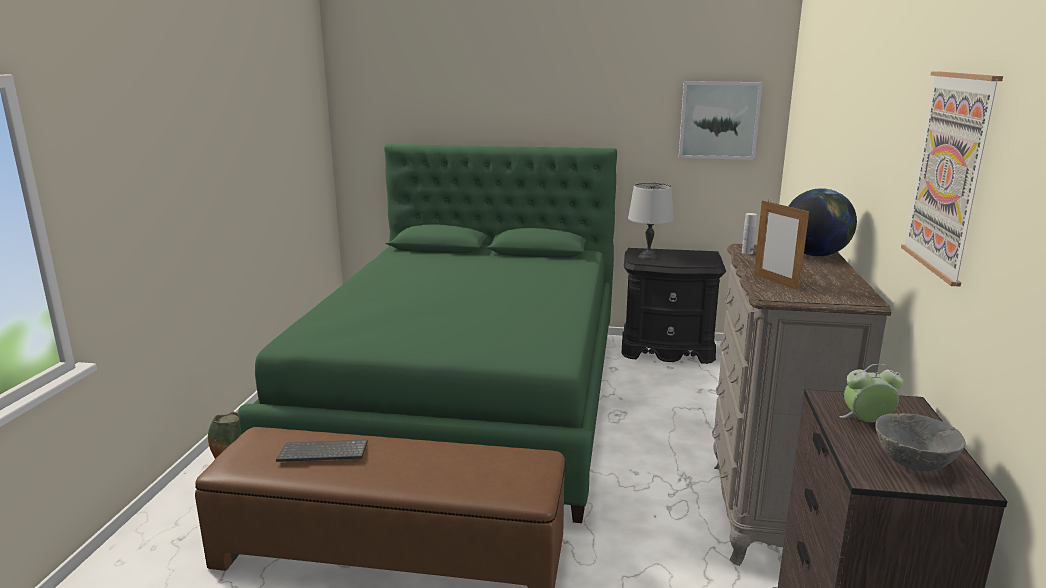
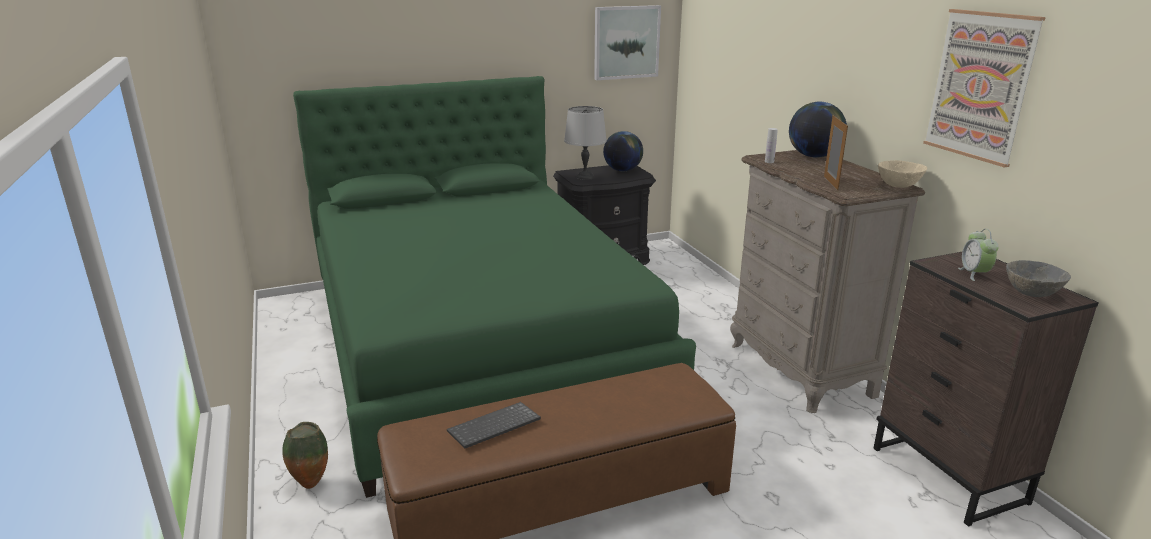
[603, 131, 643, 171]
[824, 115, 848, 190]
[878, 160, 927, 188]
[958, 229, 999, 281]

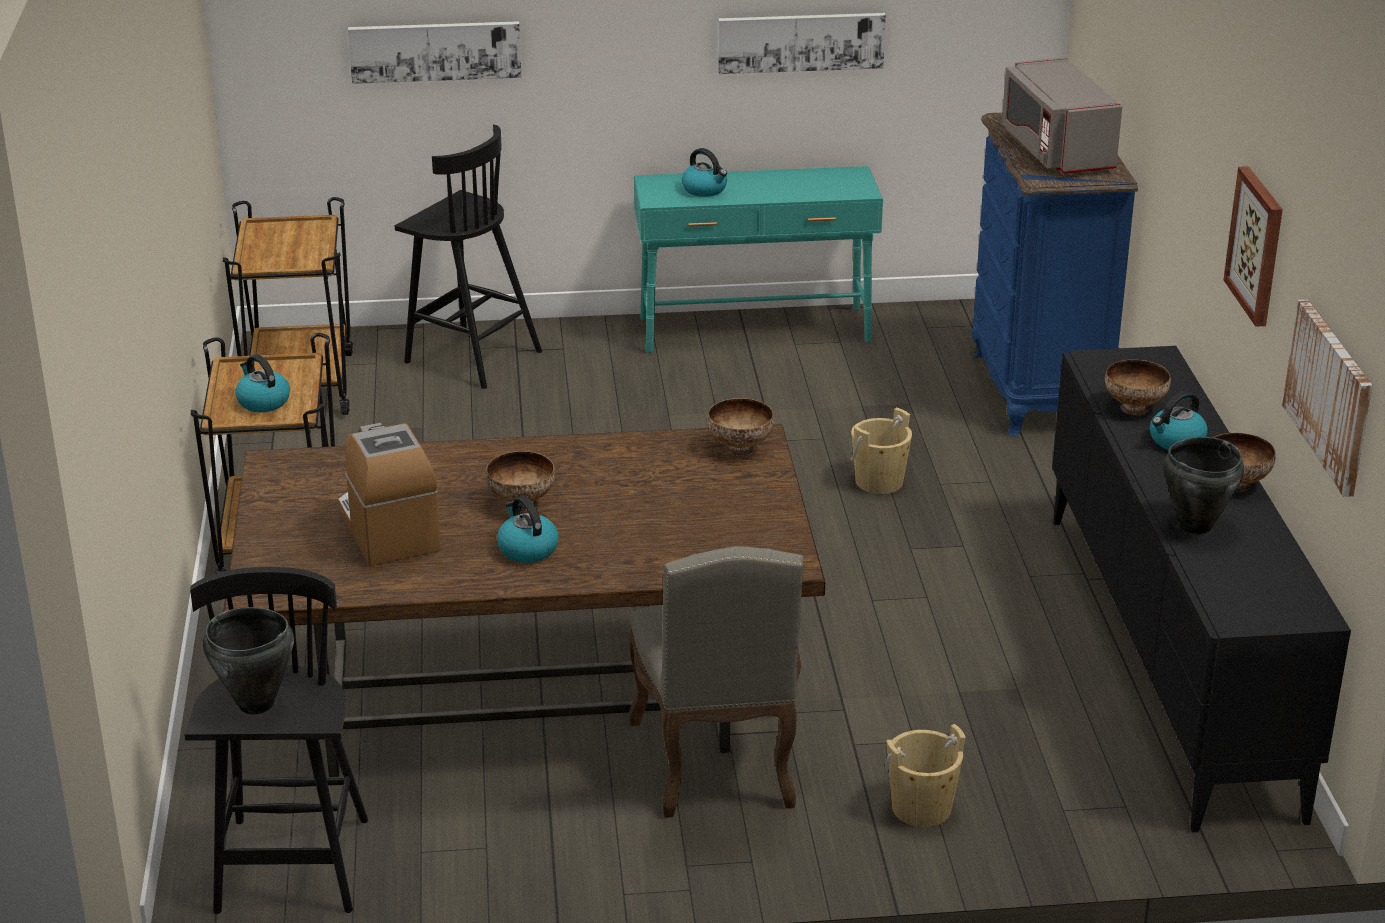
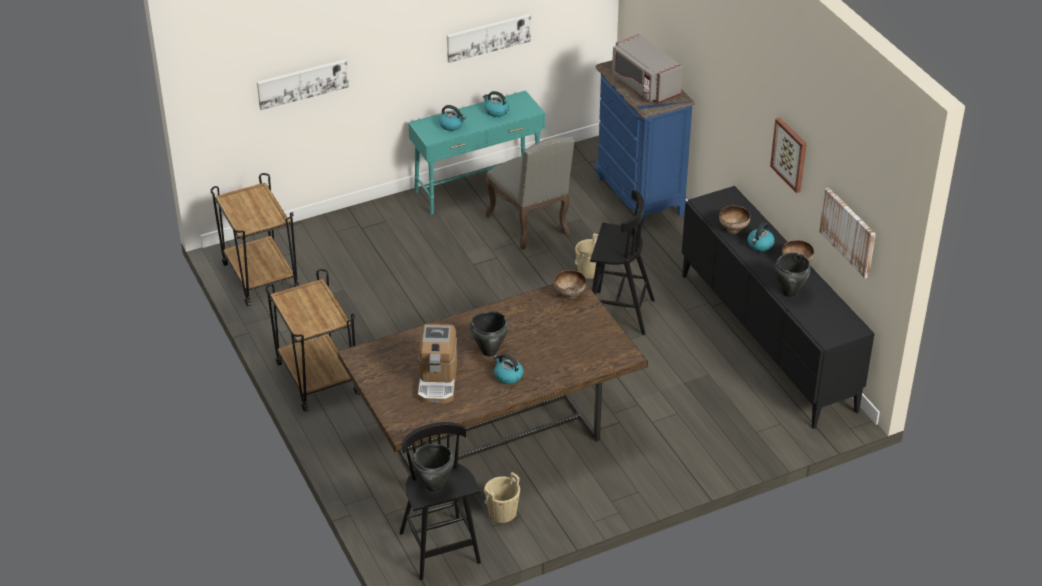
[418, 324, 457, 404]
[470, 311, 509, 356]
[483, 91, 509, 117]
[484, 472, 520, 523]
[486, 137, 575, 250]
[590, 190, 655, 335]

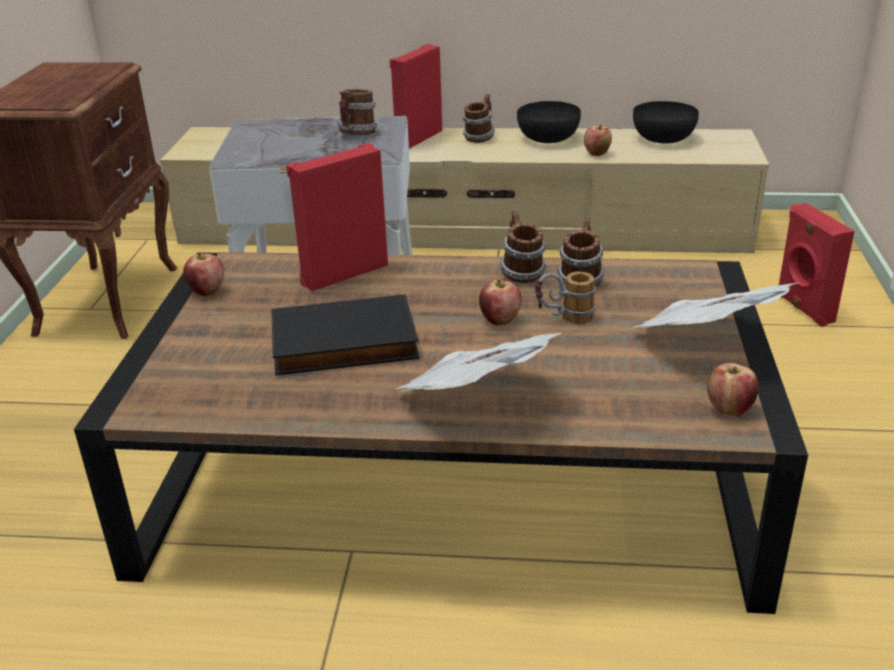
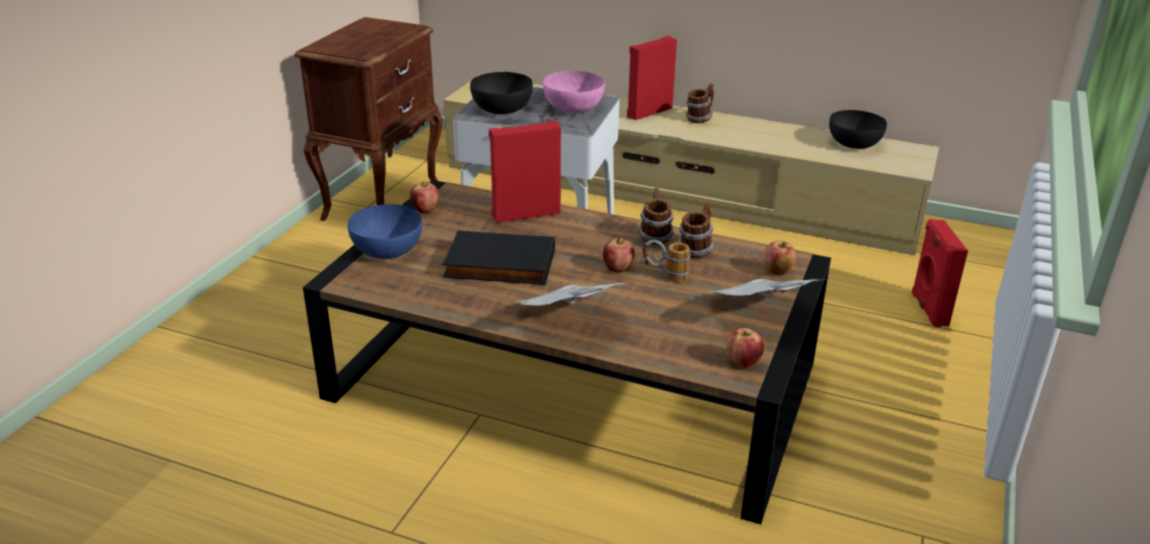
[348, 204, 422, 259]
[470, 72, 533, 114]
[543, 71, 605, 113]
[764, 241, 796, 275]

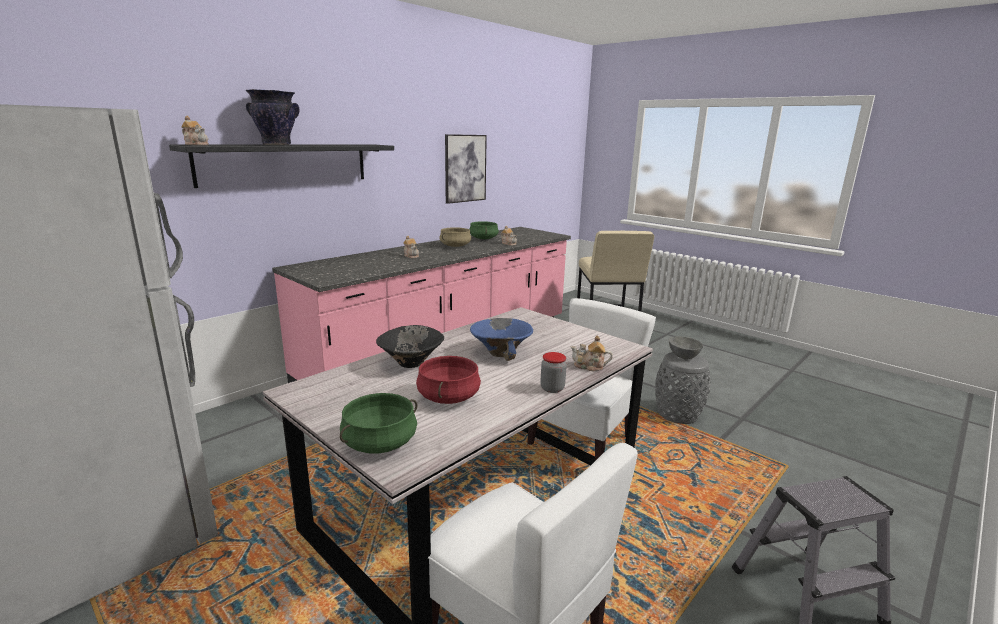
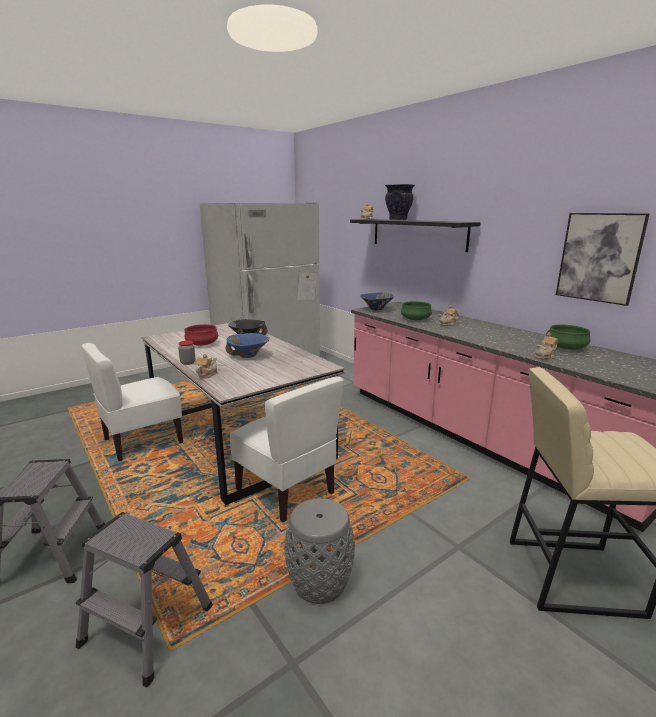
[75, 512, 213, 687]
[360, 292, 394, 310]
[401, 301, 432, 320]
[439, 227, 471, 247] (first image)
[669, 336, 703, 359] (first image)

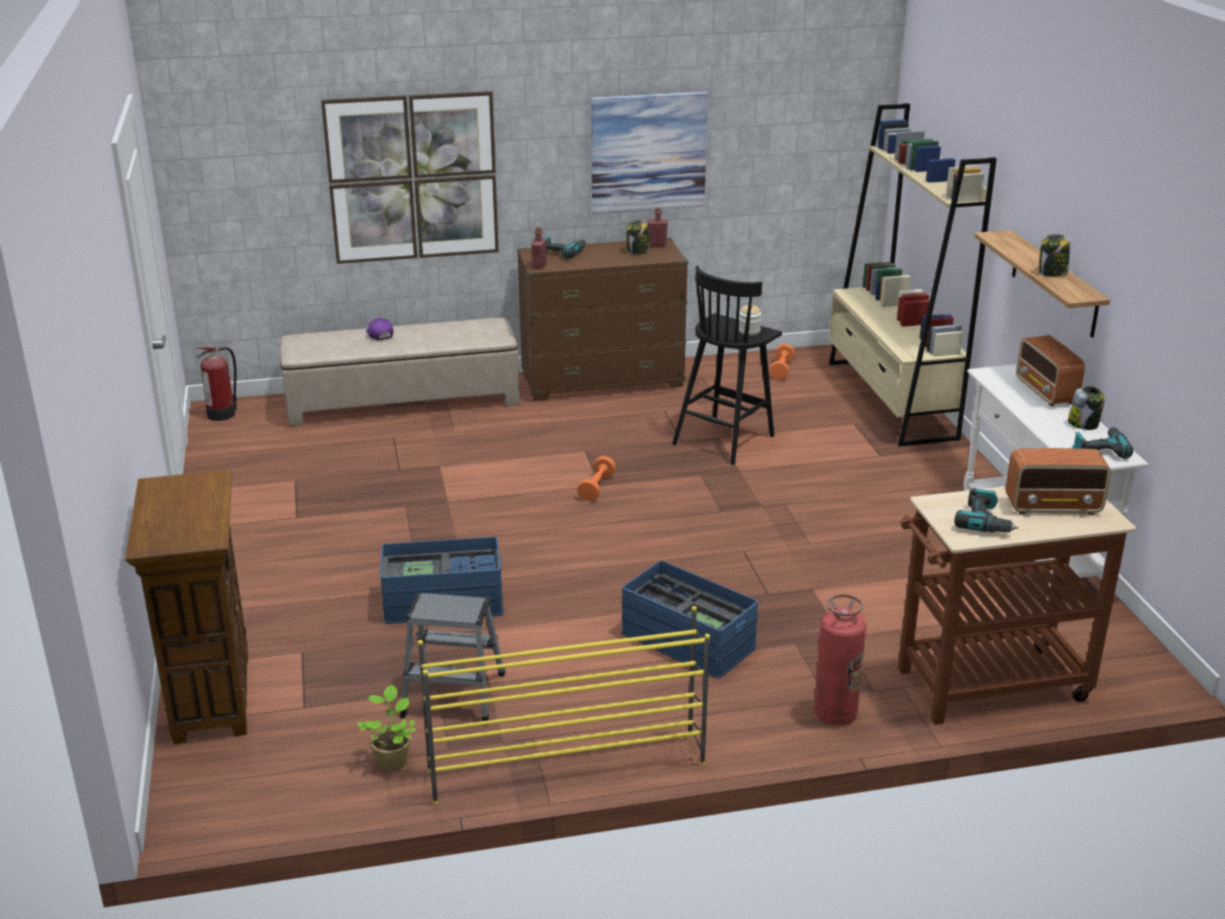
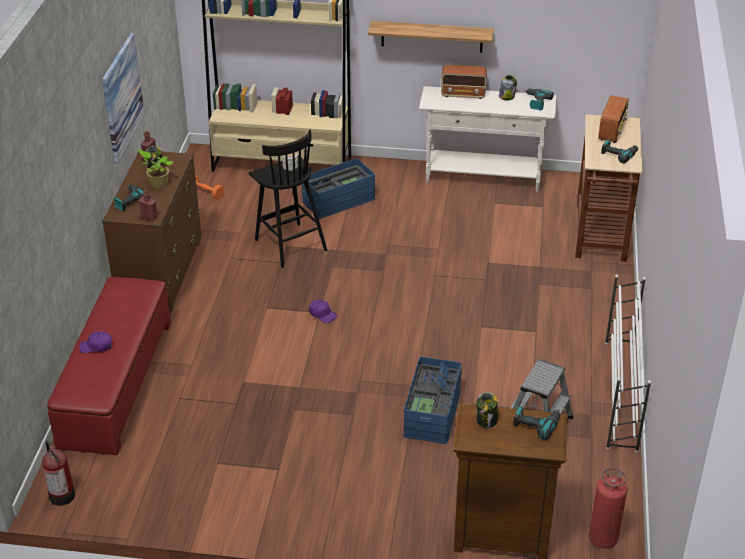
[47, 277, 171, 455]
[138, 149, 173, 189]
[301, 158, 375, 219]
[309, 300, 337, 323]
[476, 392, 498, 428]
[513, 406, 561, 440]
[588, 468, 628, 548]
[605, 275, 651, 452]
[321, 91, 499, 264] (first image)

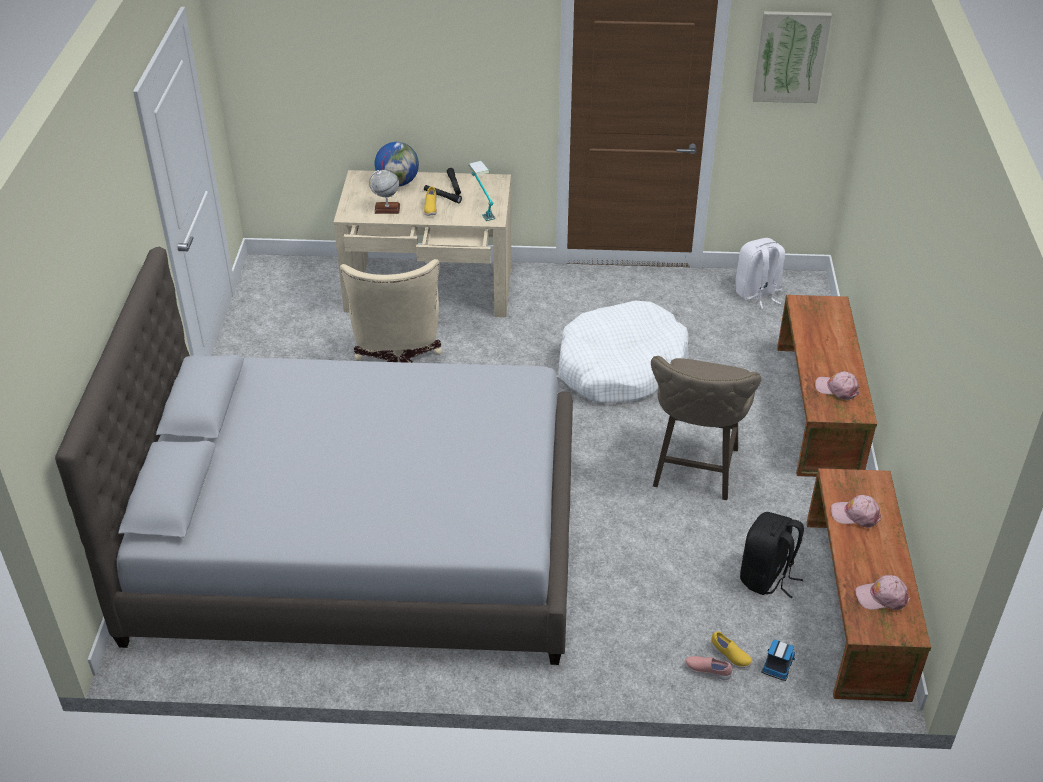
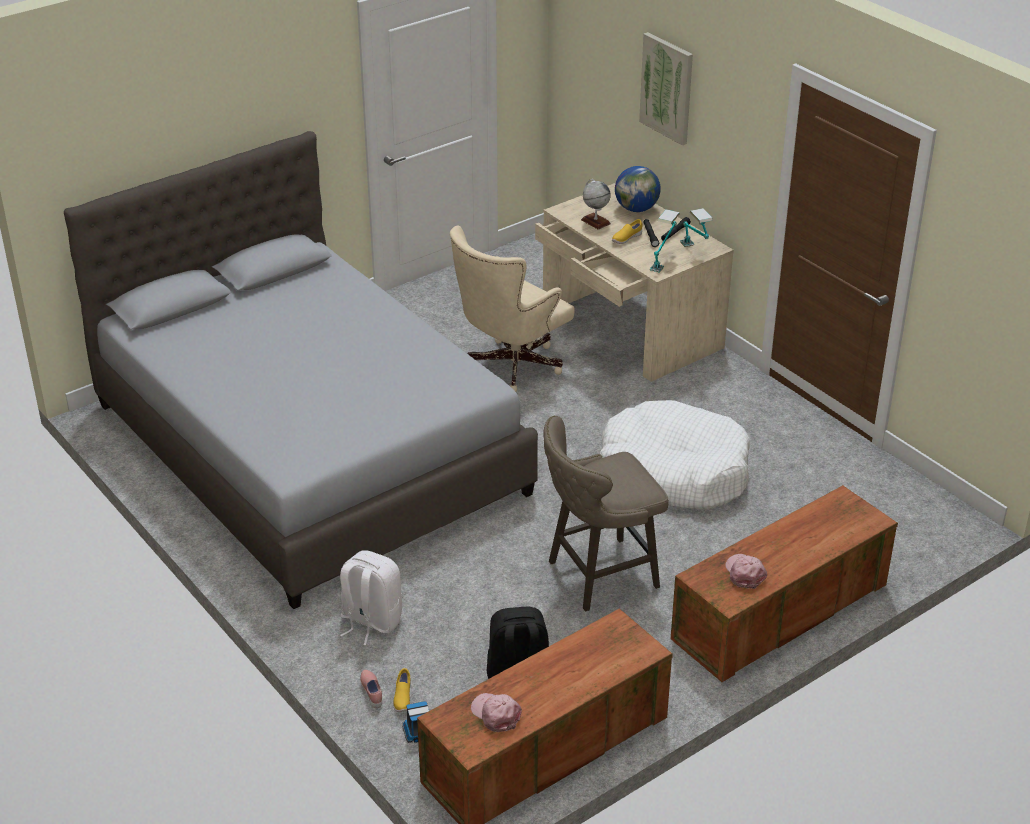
[340, 550, 403, 645]
[639, 32, 693, 145]
[680, 208, 713, 247]
[831, 495, 881, 527] (first image)

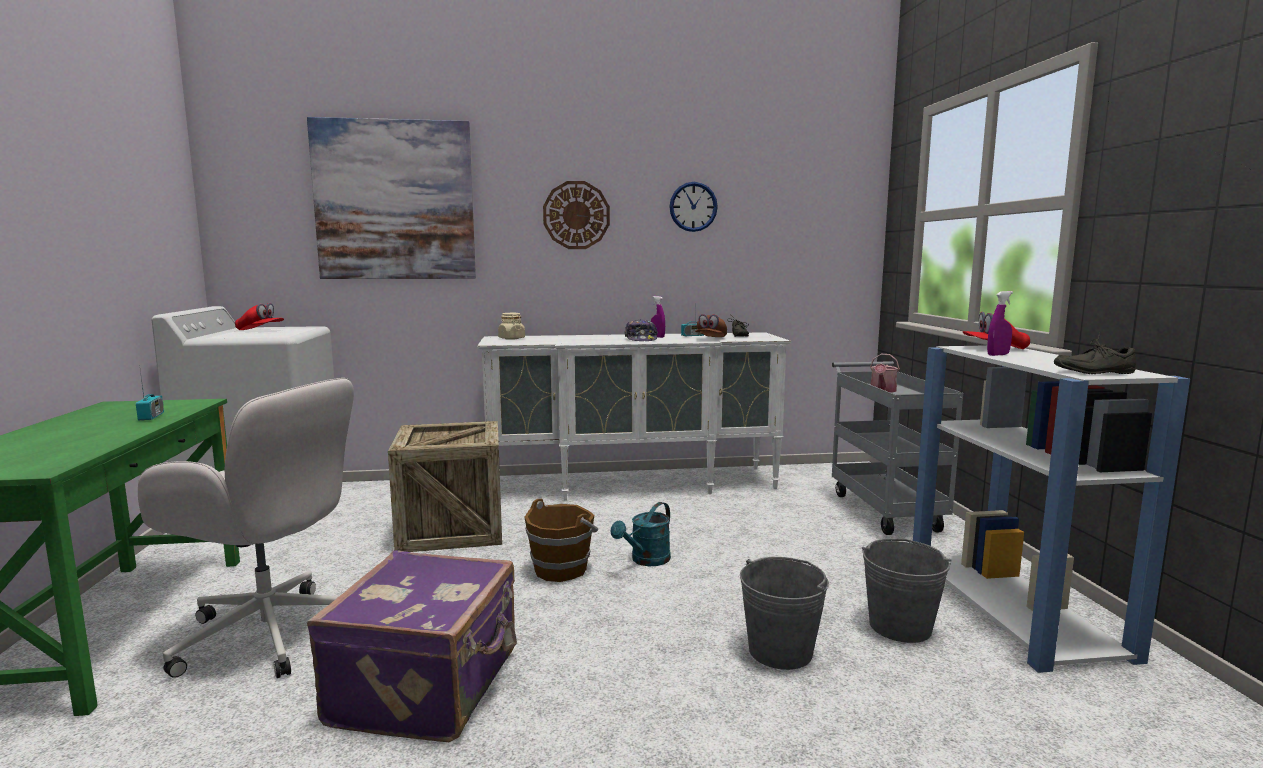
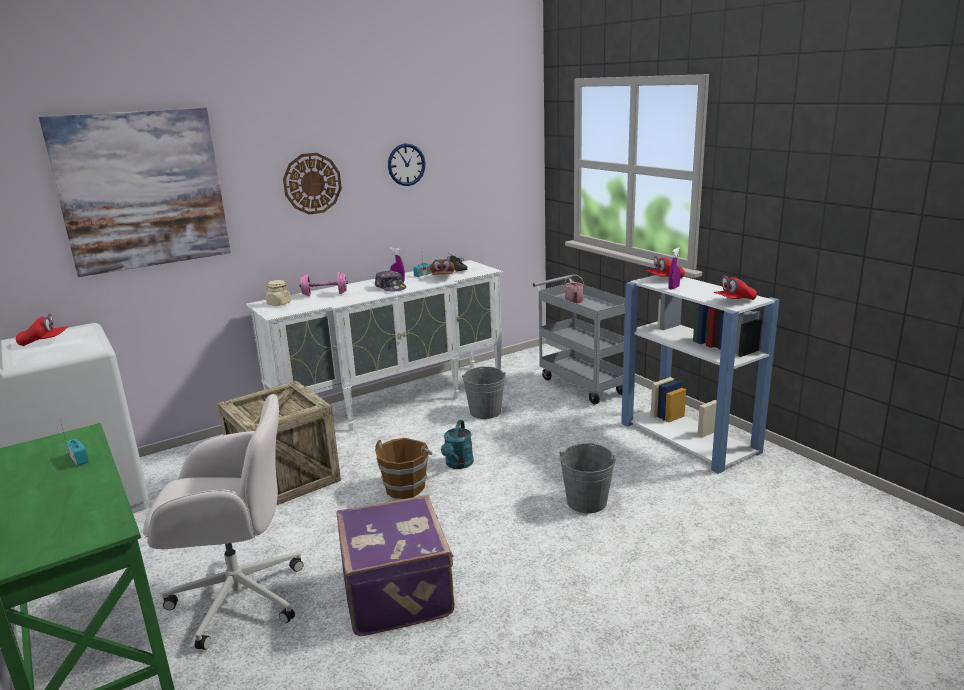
[300, 272, 348, 296]
[462, 367, 506, 419]
[713, 276, 757, 300]

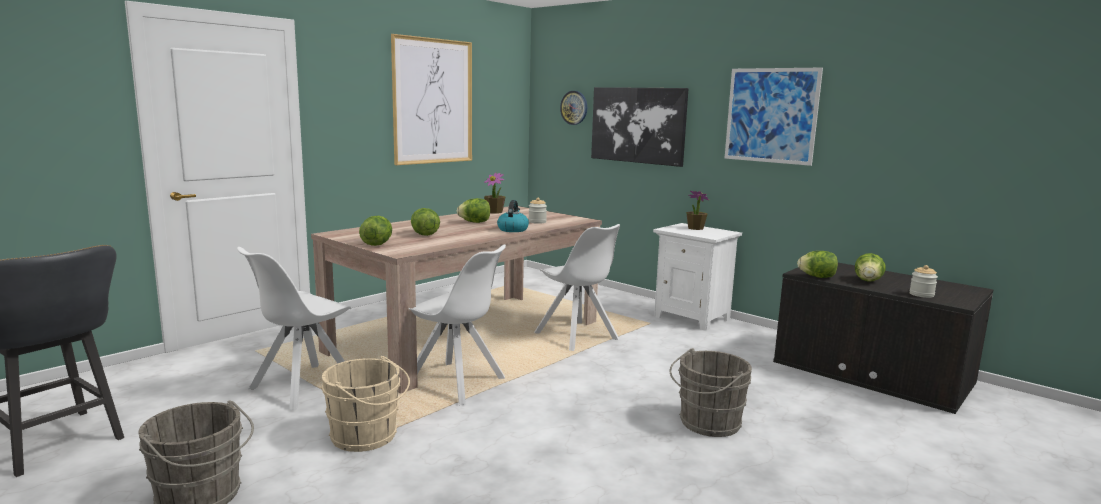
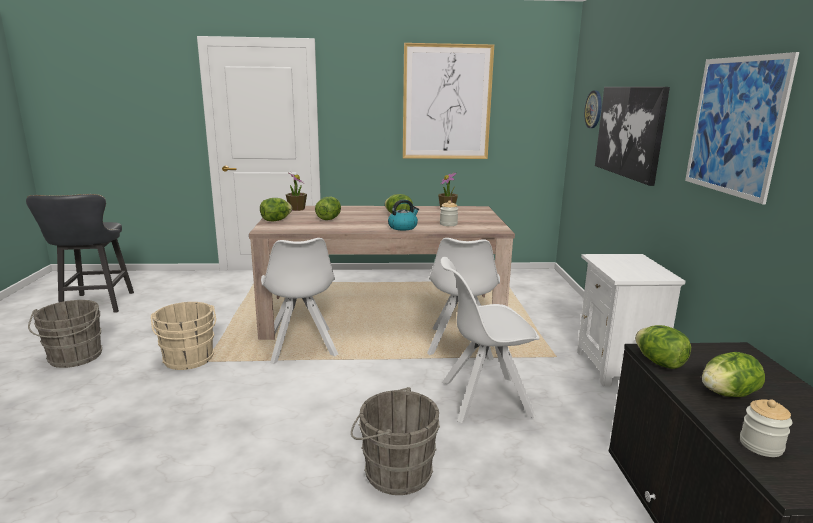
[286, 172, 307, 211]
[441, 256, 540, 423]

